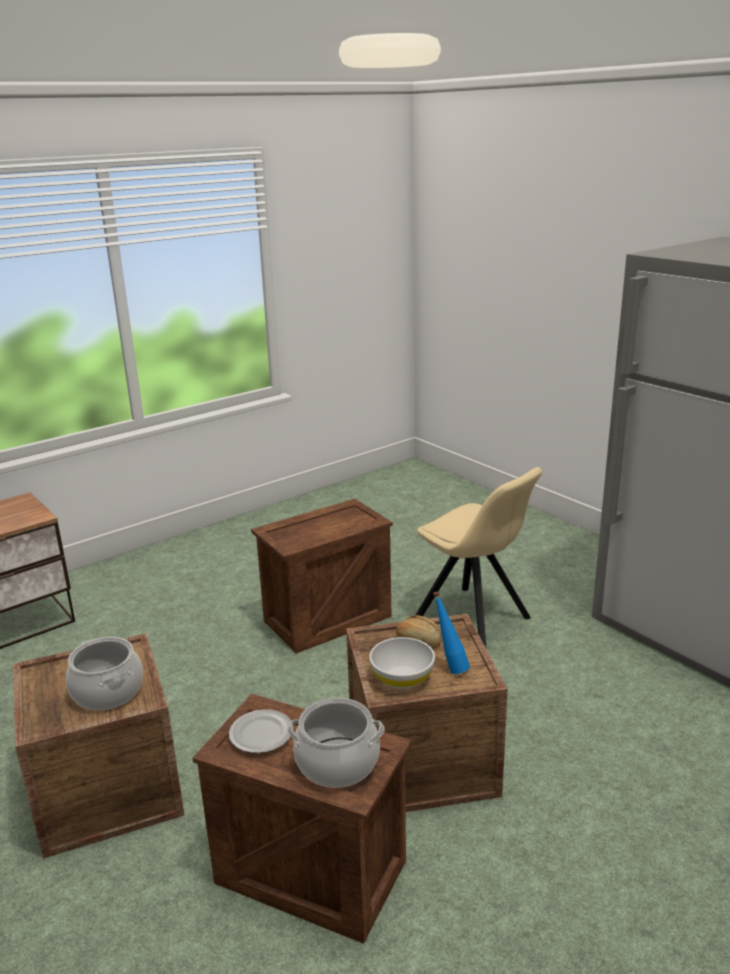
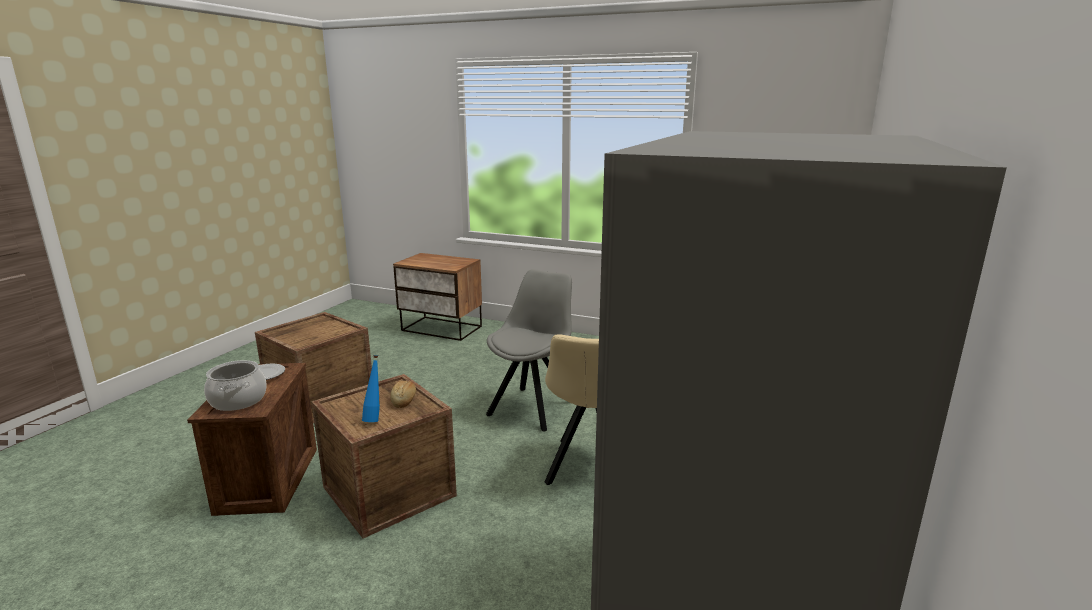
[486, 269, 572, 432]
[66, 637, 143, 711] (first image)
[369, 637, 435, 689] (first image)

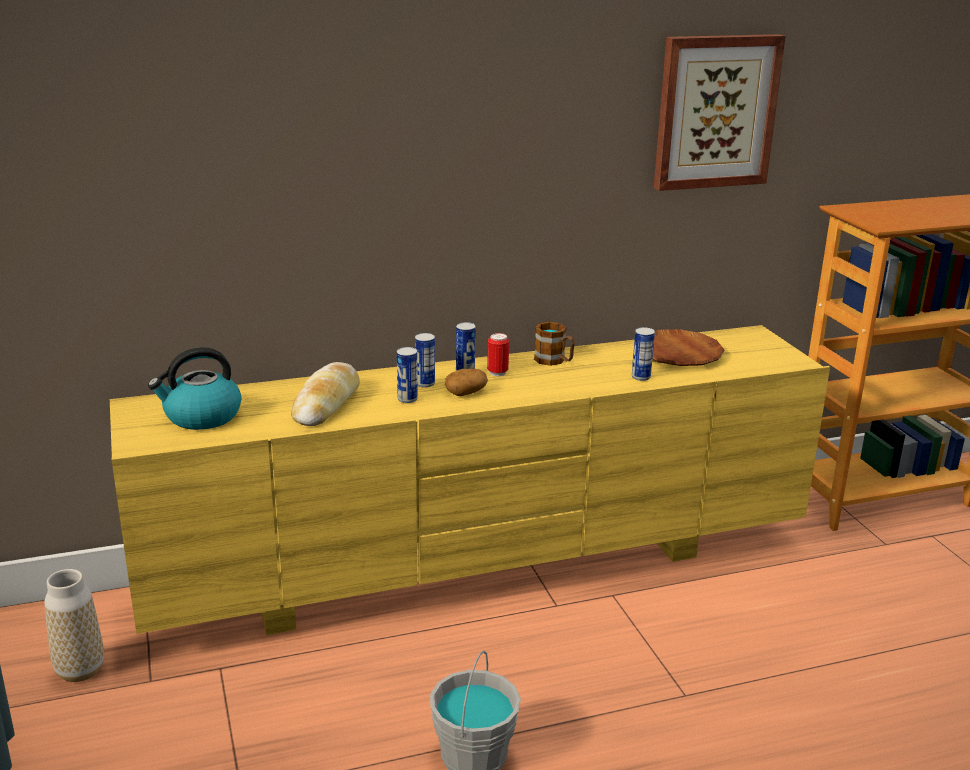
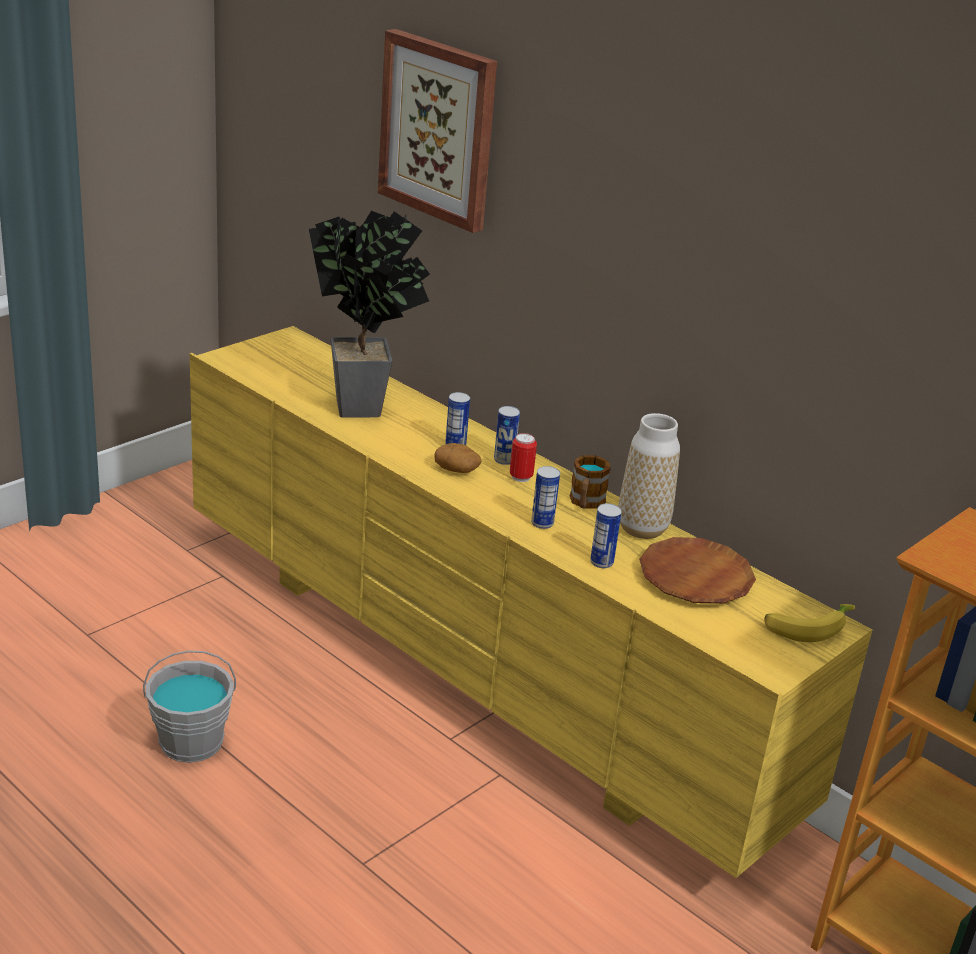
[309, 211, 430, 418]
[378, 29, 497, 233]
[531, 466, 560, 529]
[618, 413, 680, 539]
[764, 604, 855, 642]
[148, 347, 241, 430] (first image)

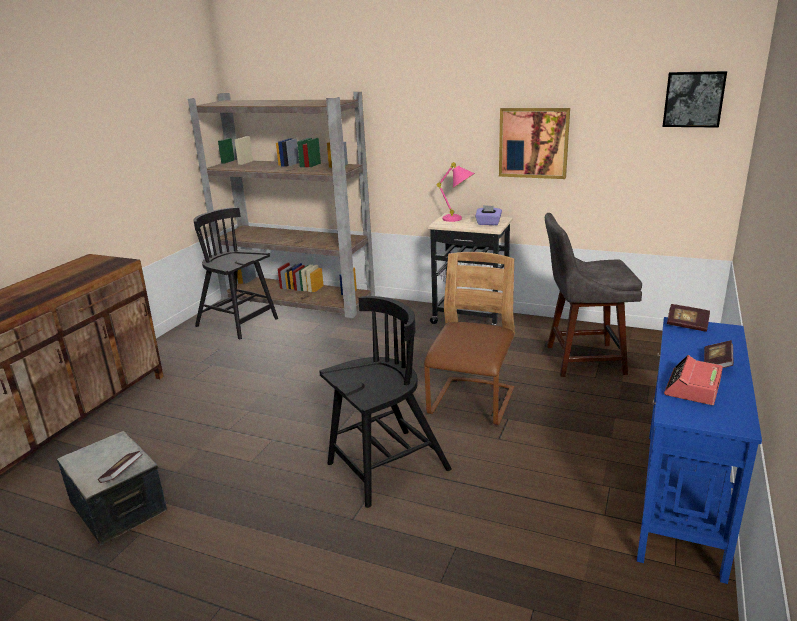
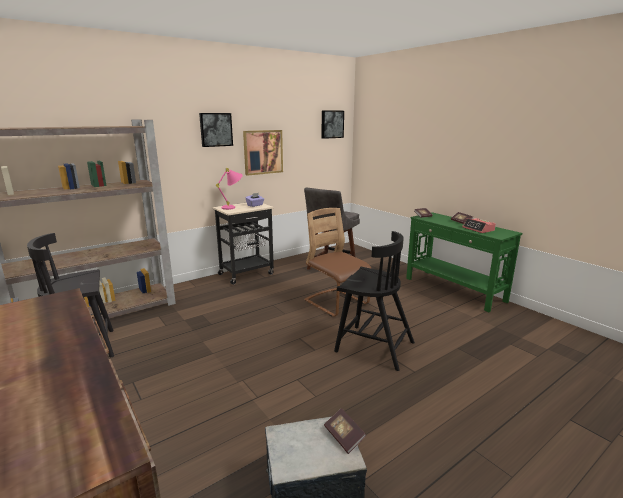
[199, 113, 233, 147]
[334, 231, 415, 371]
[406, 212, 522, 312]

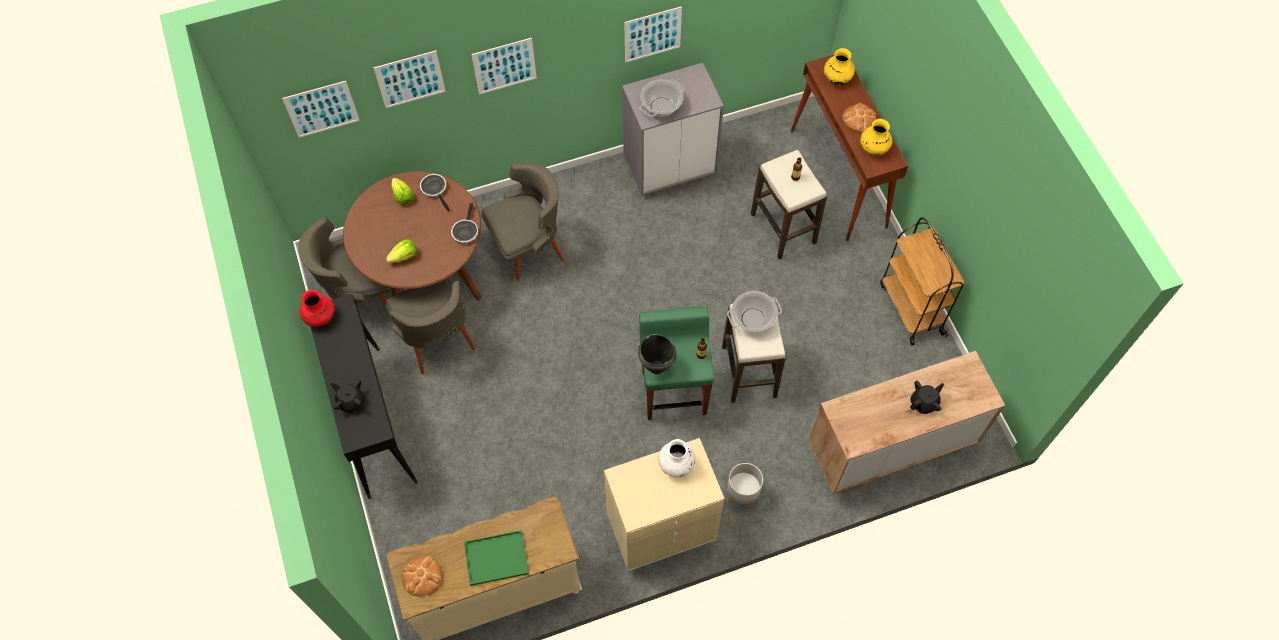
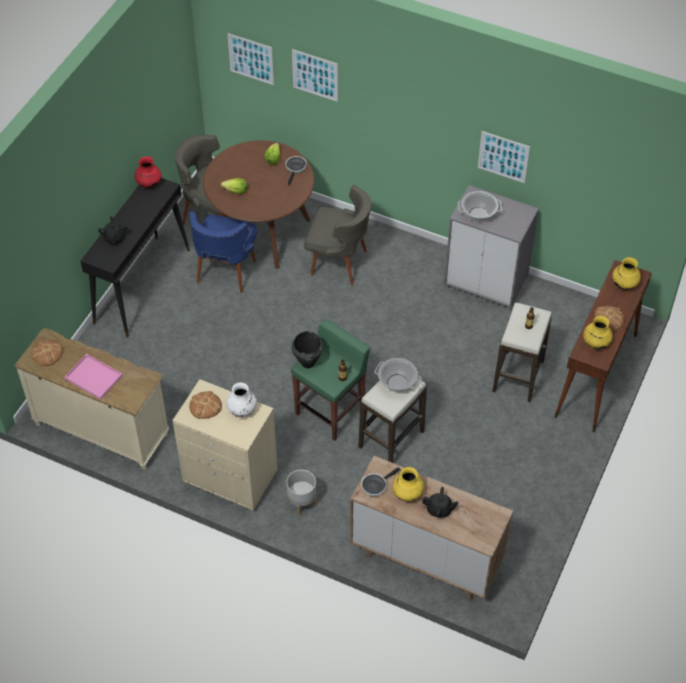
[65, 354, 123, 400]
[189, 391, 222, 419]
[190, 211, 257, 293]
[361, 467, 400, 496]
[393, 467, 424, 501]
[471, 38, 537, 95] (first image)
[880, 217, 965, 345] (first image)

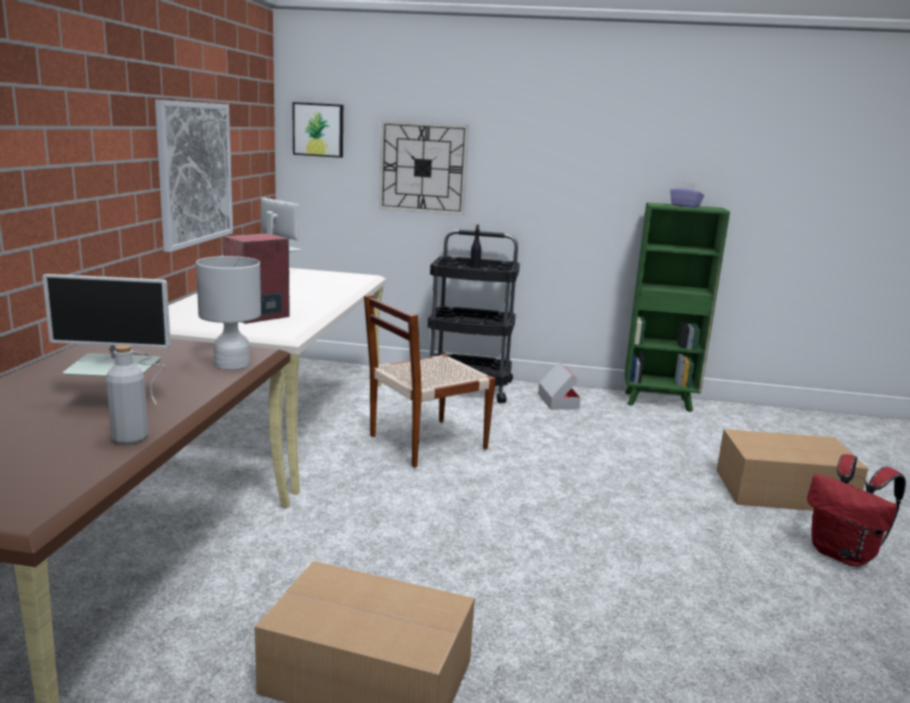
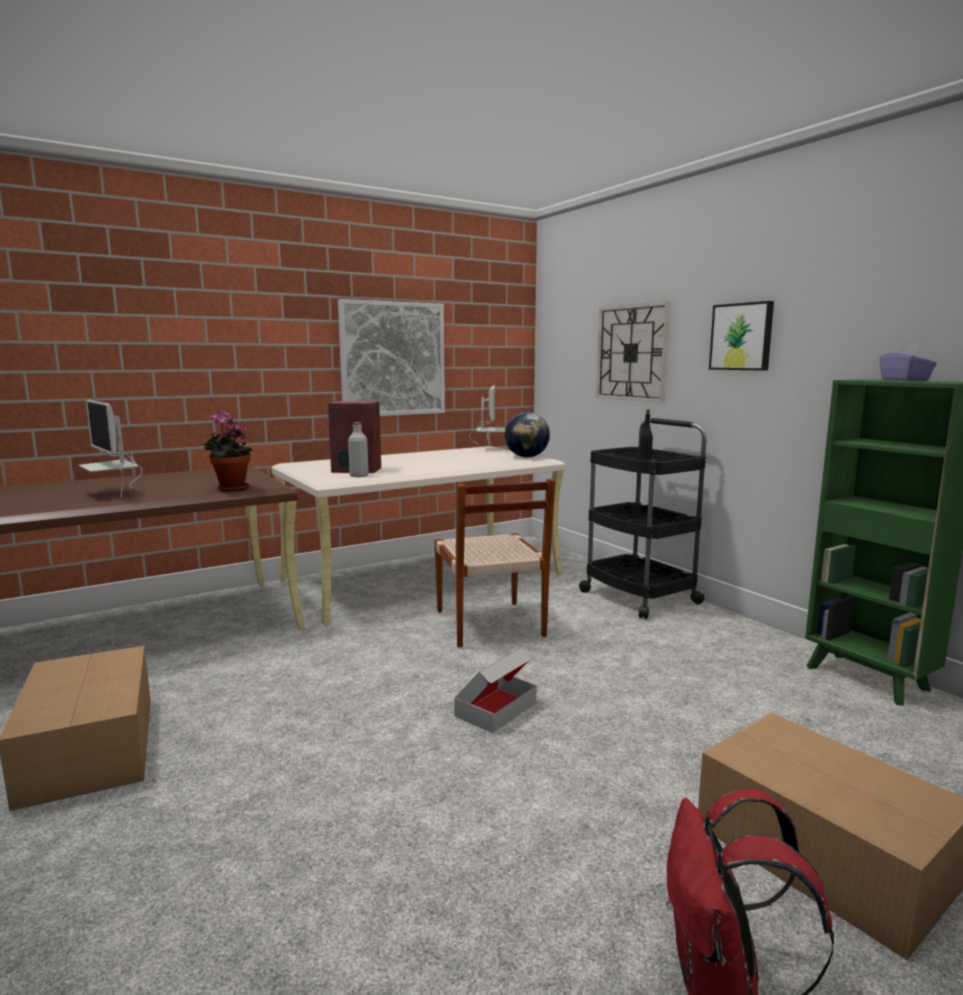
[204, 410, 252, 491]
[348, 422, 369, 477]
[434, 479, 556, 647]
[454, 647, 537, 733]
[505, 412, 550, 457]
[709, 301, 774, 371]

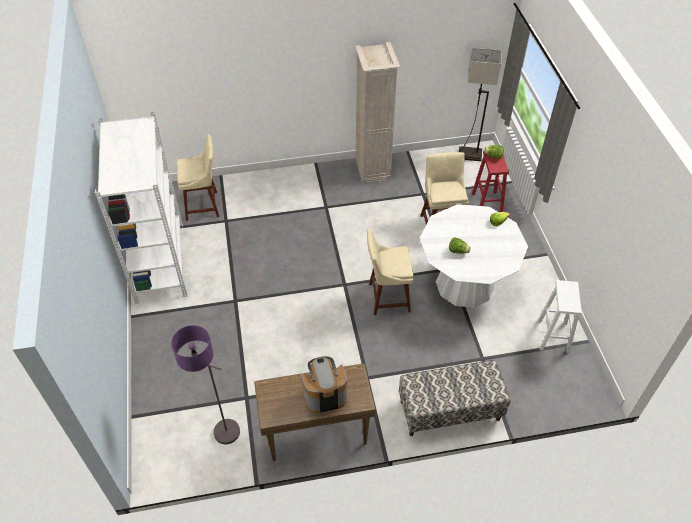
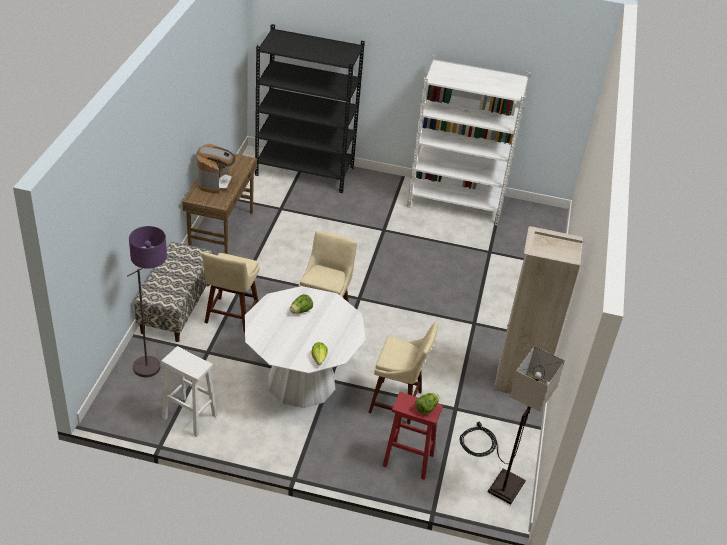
[127, 226, 167, 377]
[202, 252, 260, 332]
[255, 24, 365, 193]

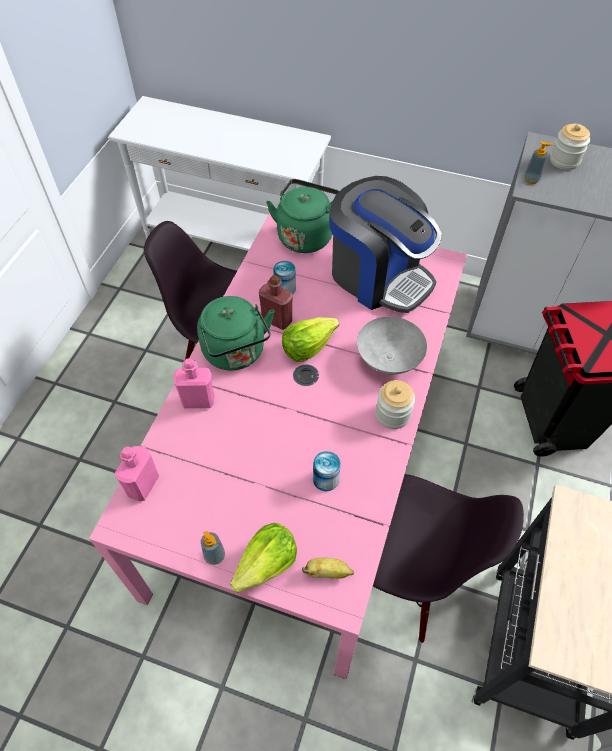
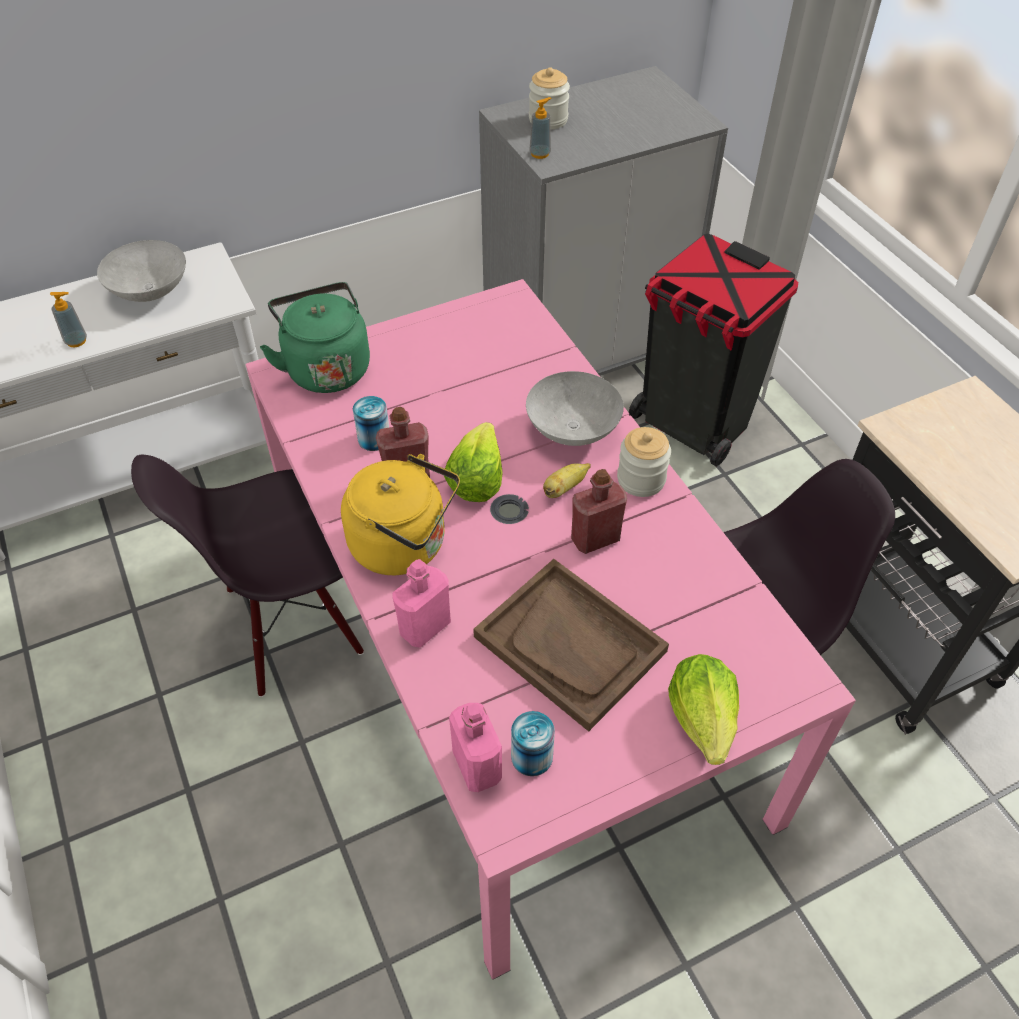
[50, 292, 87, 347]
[97, 240, 186, 302]
[341, 454, 460, 575]
[473, 559, 669, 731]
[511, 711, 555, 776]
[543, 463, 591, 498]
[571, 469, 627, 554]
[329, 176, 442, 313] (first image)

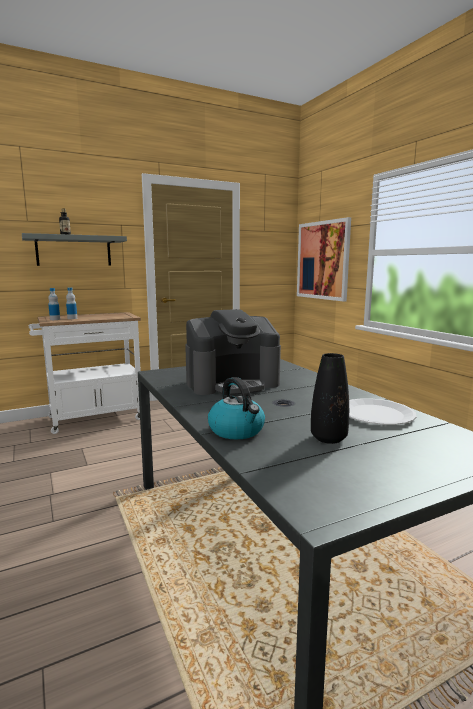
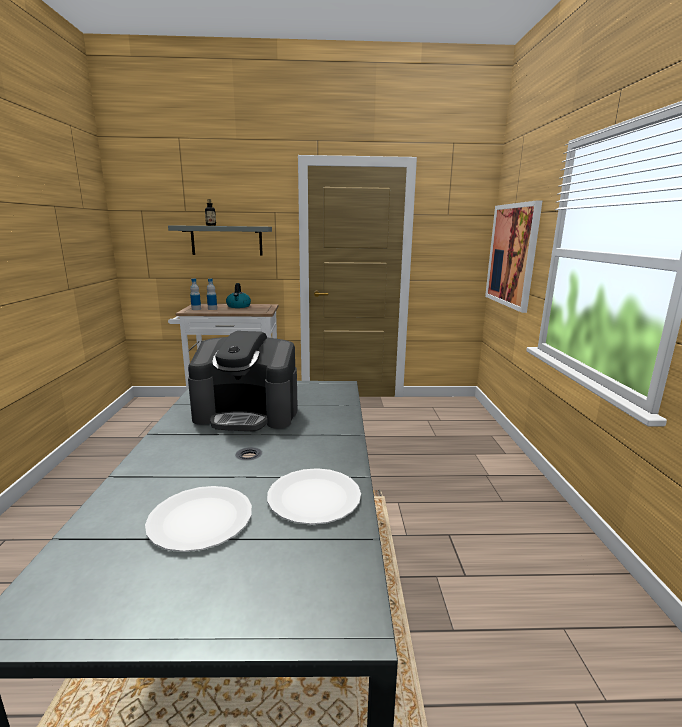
[145, 486, 252, 552]
[226, 283, 251, 308]

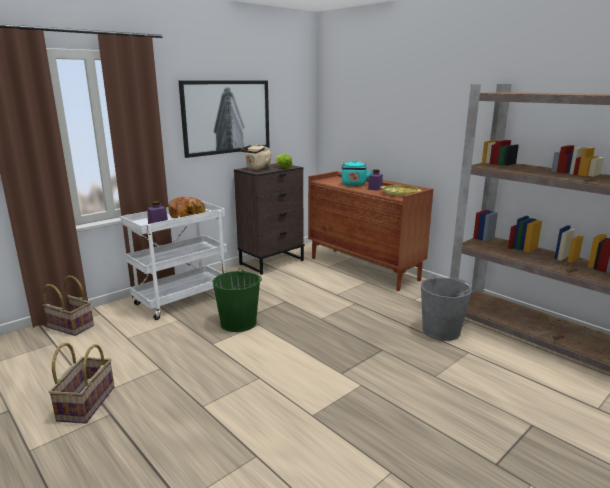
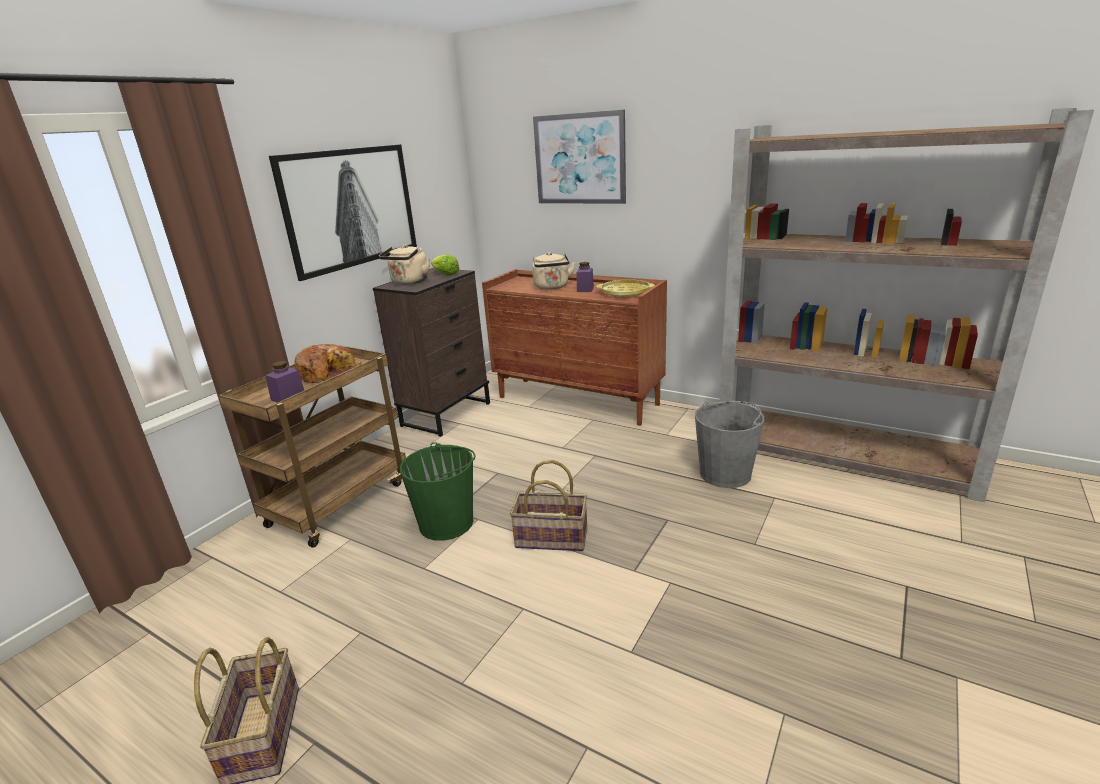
[218, 345, 406, 548]
[510, 460, 587, 551]
[532, 252, 575, 290]
[533, 110, 626, 204]

